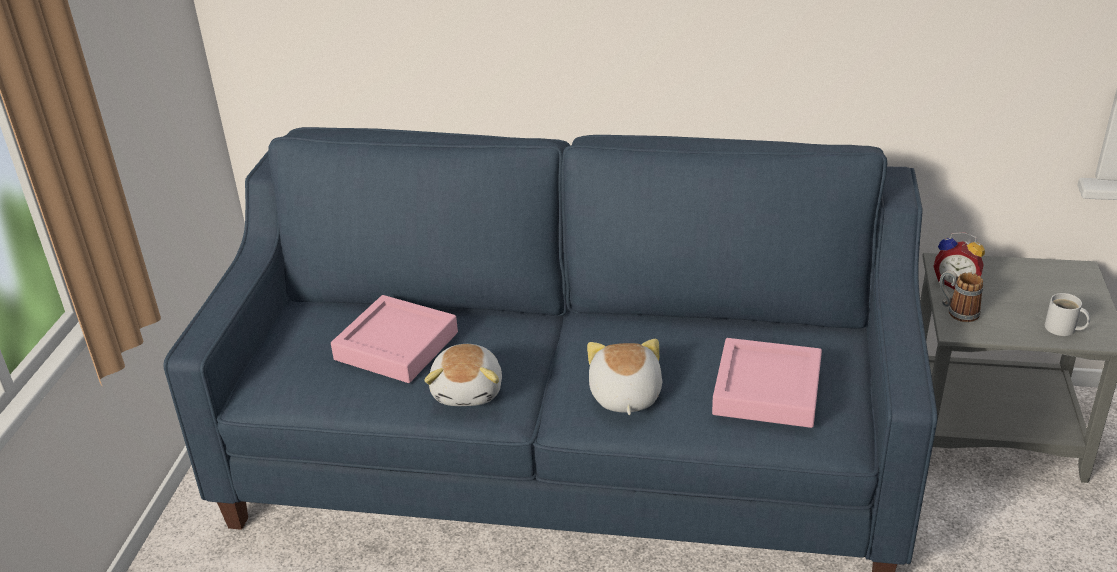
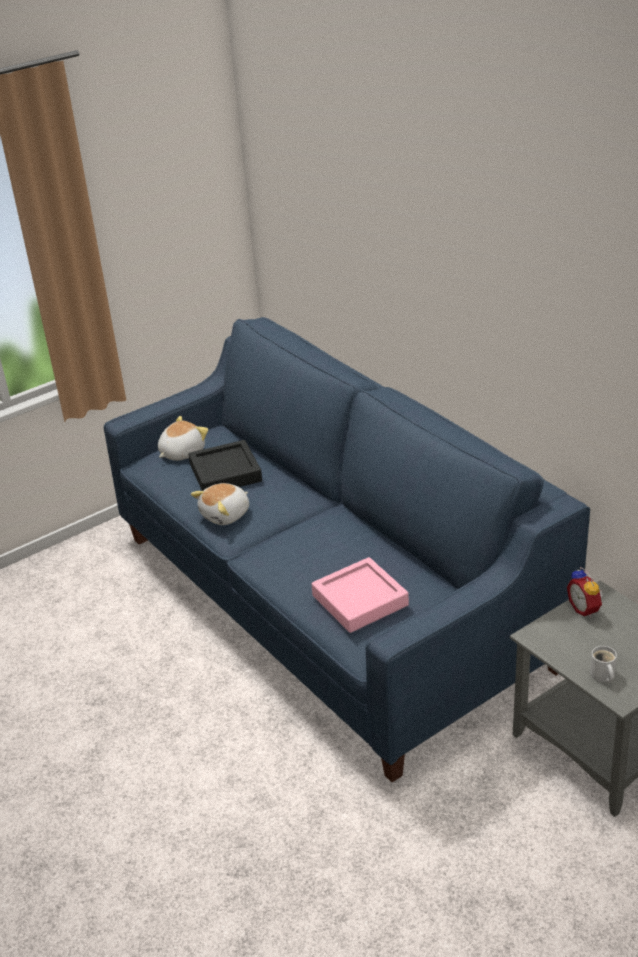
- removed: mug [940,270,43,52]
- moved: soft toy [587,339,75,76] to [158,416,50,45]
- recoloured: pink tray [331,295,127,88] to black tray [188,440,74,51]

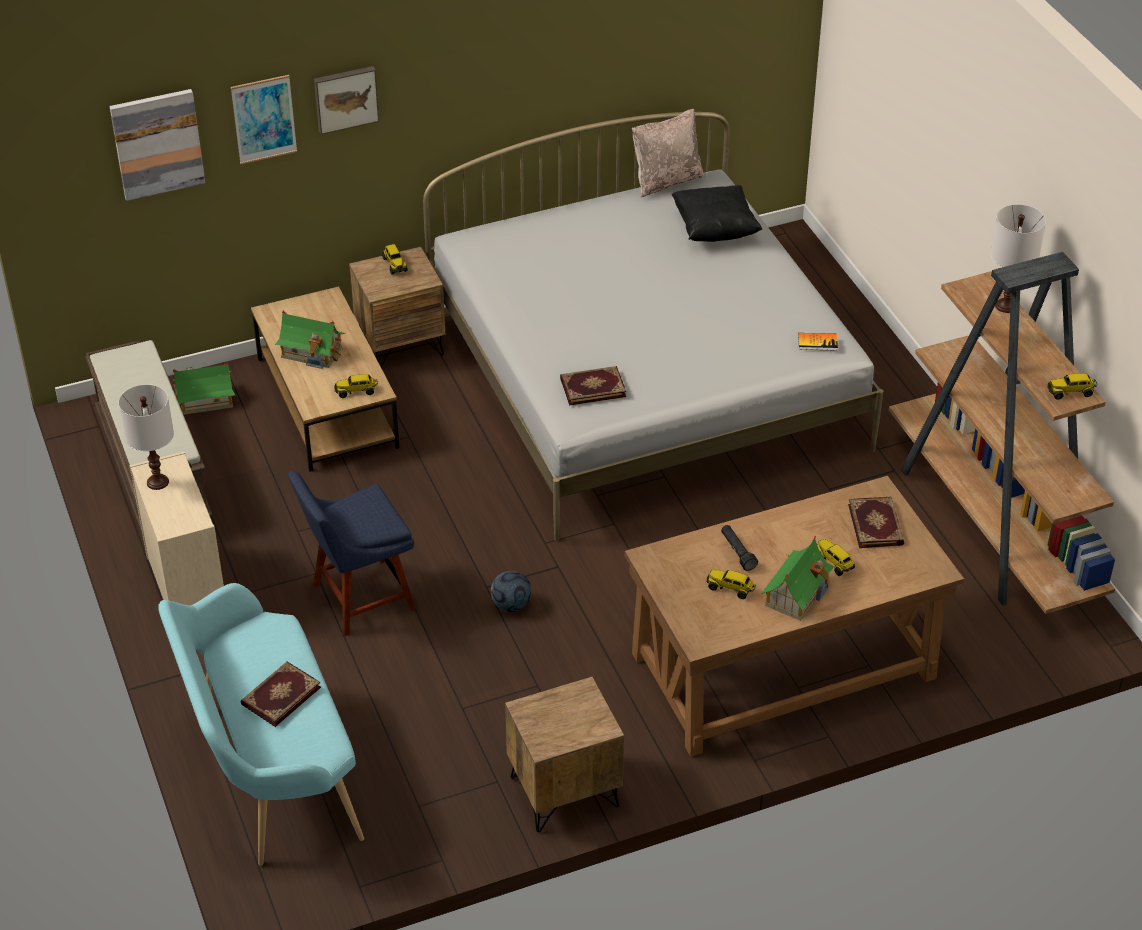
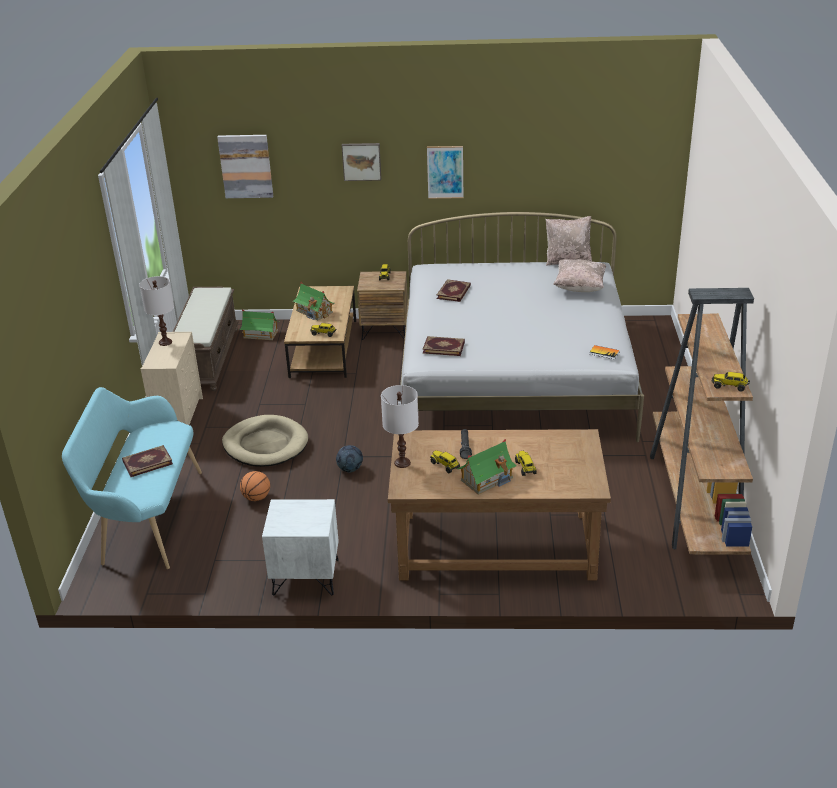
- added: basketball [240,471,30,30]
- moved: picture [231,75,66,89] to [427,146,36,53]
- moved: volume [848,497,56,51] to [437,279,34,23]
- moved: white tabletop lamp [991,204,55,109] to [381,385,38,83]
- replaced: bluish chair [288,471,128,165] to beige pet bed [222,415,86,52]
- recoloured: brown-coloured night table [505,677,119,155] to white night table [262,499,77,97]
- recoloured: black throw pillow [672,185,91,57] to beige throw pillow [553,259,53,33]

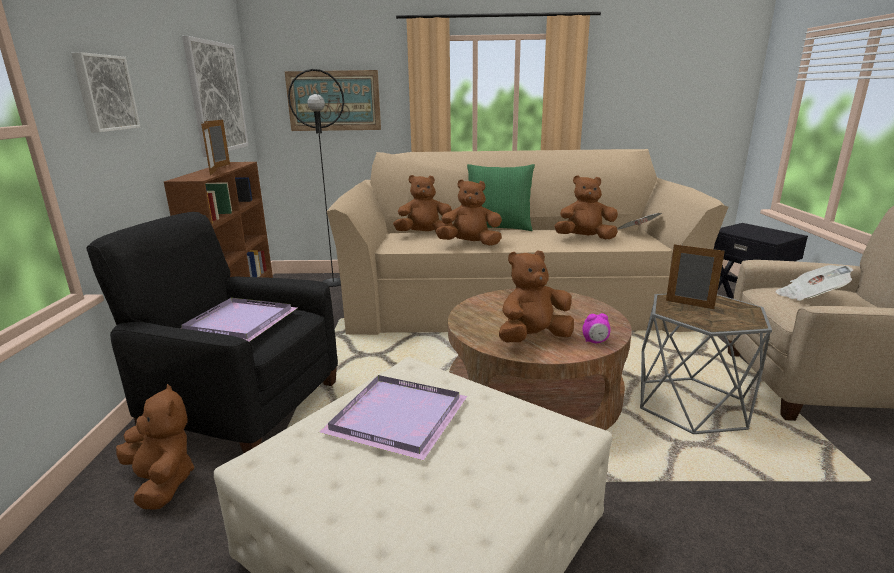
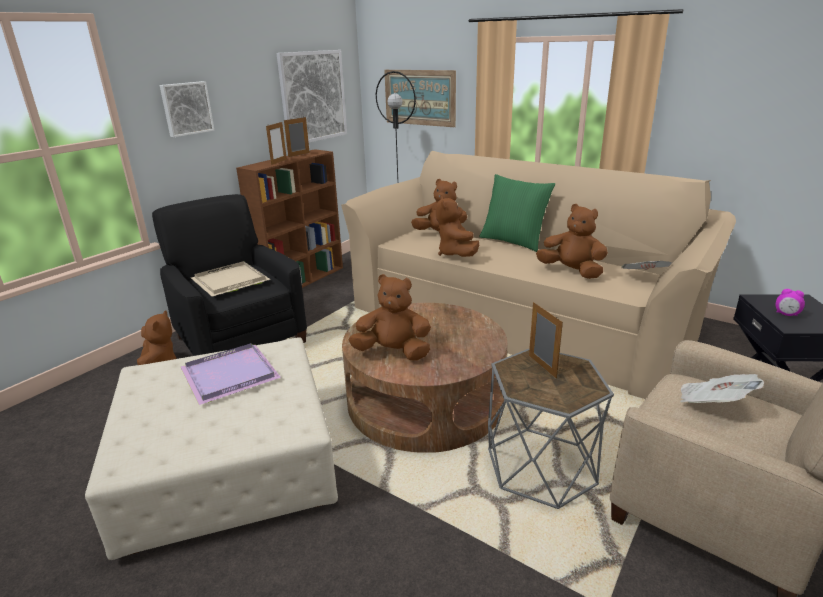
- moved: bedside clock [583,313,28,30] to [775,289,30,27]
- recoloured: purple tray [181,298,116,44] to beige tray [191,261,80,36]
- turned: brown-coloured soft toy [435,179,67,67] = [436,196,43,61] 135 degrees counterclockwise

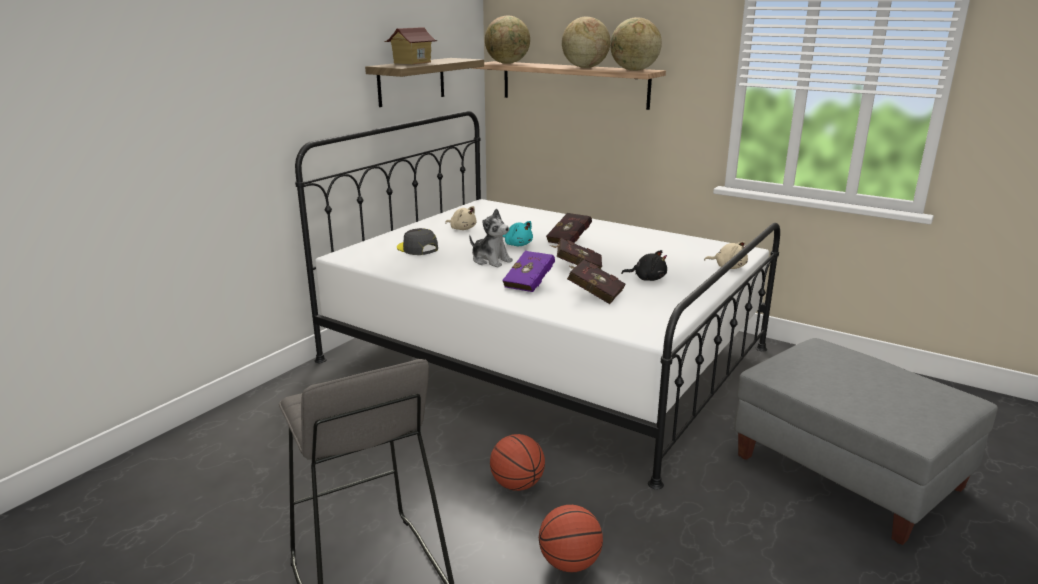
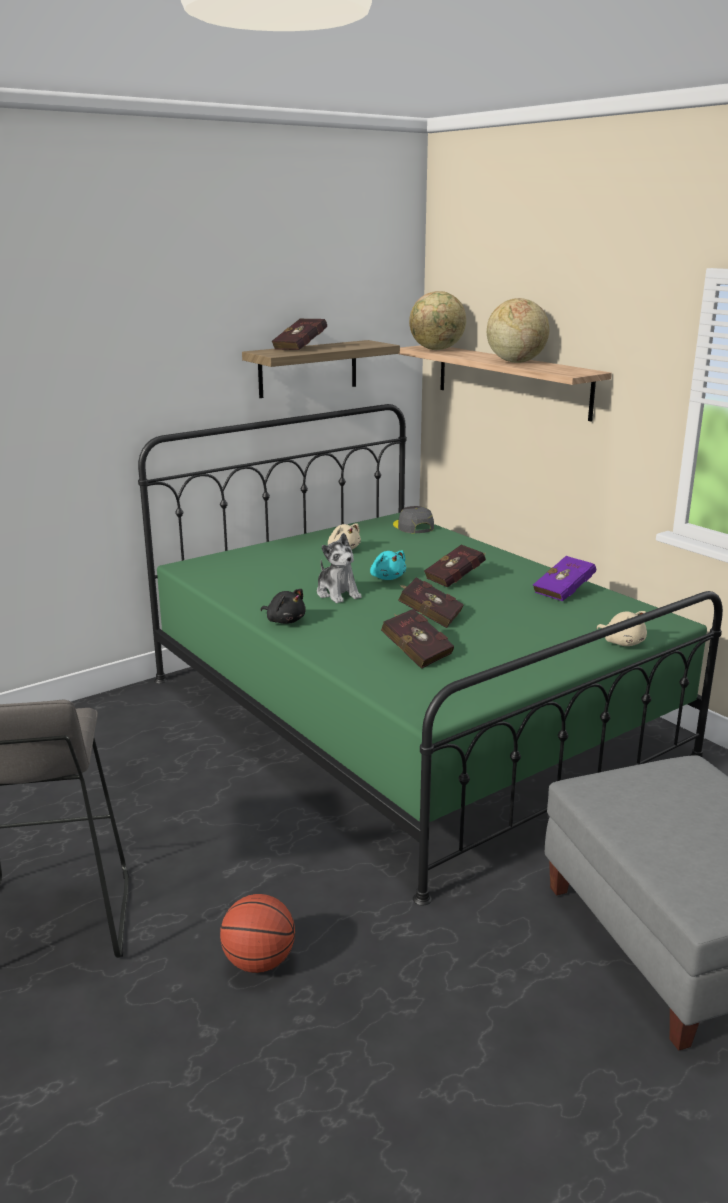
- removed: basketball [490,434,55,57]
- removed: desk globe [610,17,52,54]
- moved: gray cap [397,228,41,27] to [393,506,41,27]
- moved: purple volume [502,251,53,41] to [533,556,63,45]
- moved: black soft toy [621,250,46,31] to [261,589,45,35]
- replaced: toy house [385,27,53,37] to reddish volume [272,318,55,32]
- recoloured: white bed [295,111,485,378] to greenish bed [138,404,585,501]

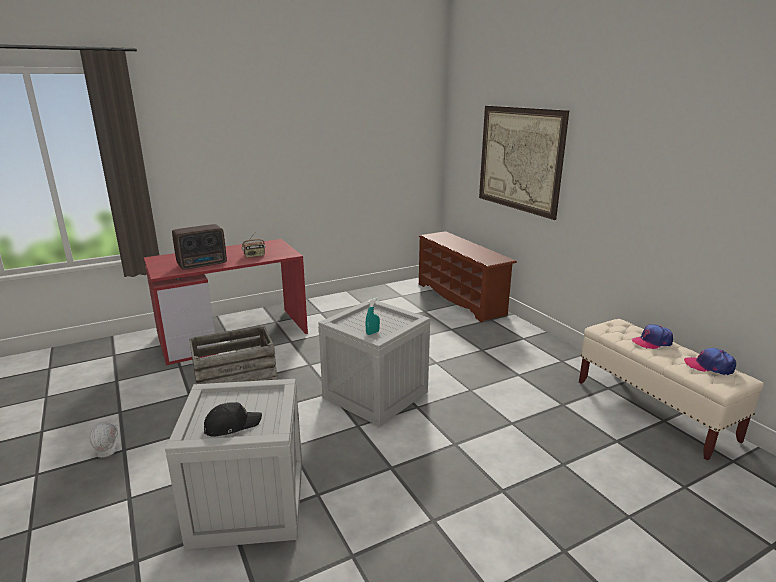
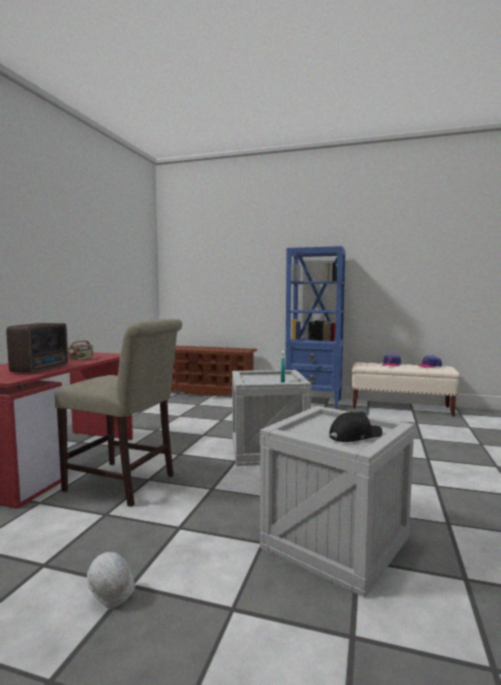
- removed: picture [479,106,90,114]
- added: bluish bookcase [285,246,61,163]
- replaced: packing crate [189,326,88,58] to beige chair [54,319,128,188]
- turned: black cap [204,402,58,35] = [330,412,52,30] 45 degrees clockwise

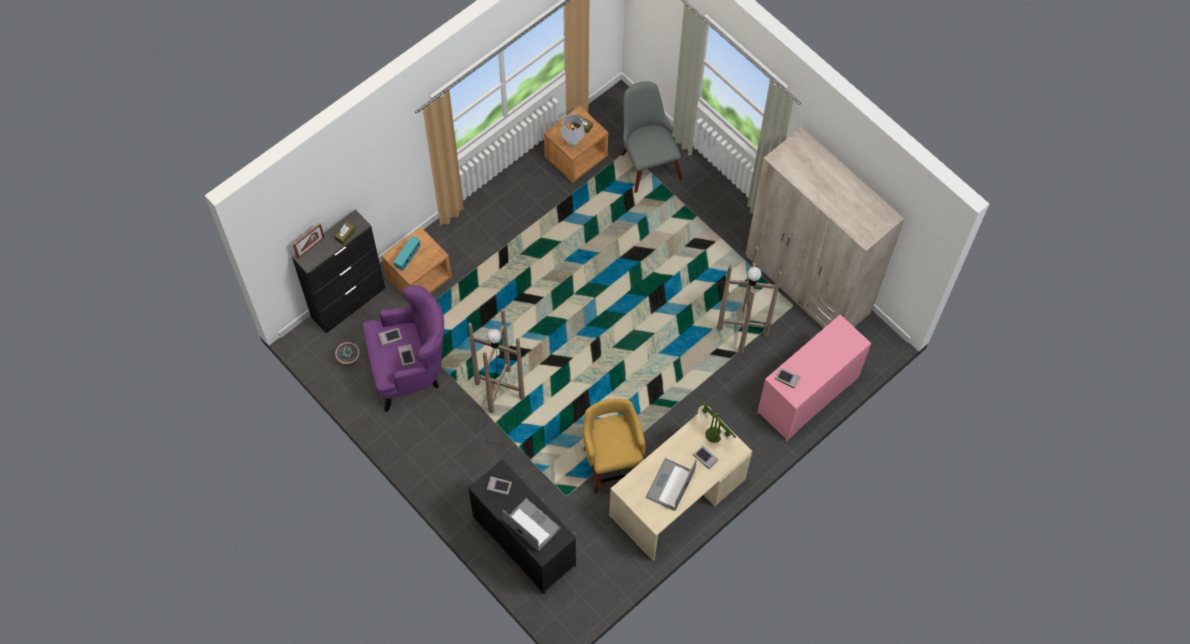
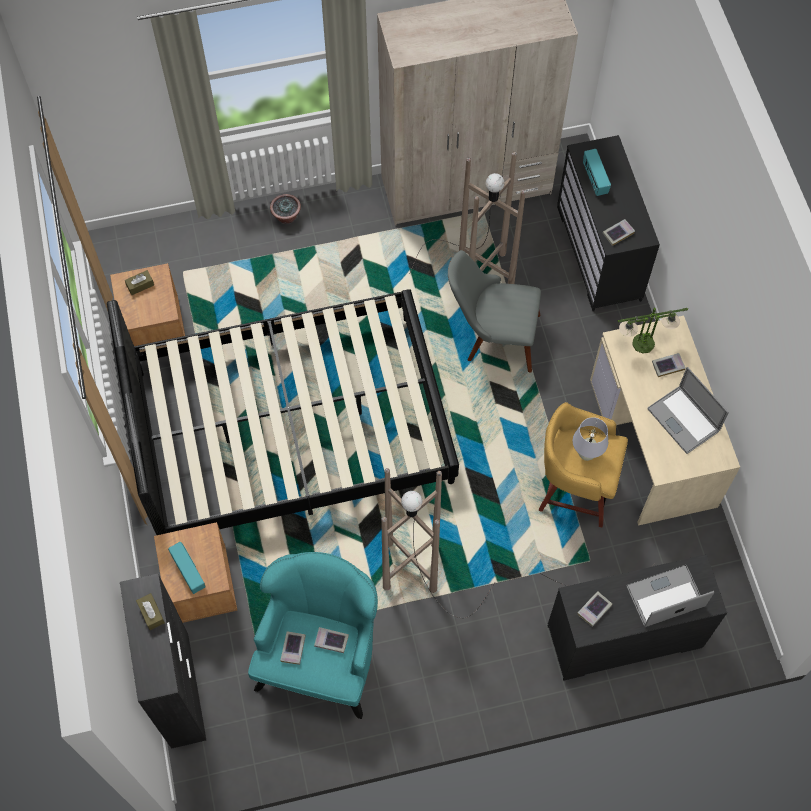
- removed: picture frame [293,223,32,36]
- added: black bed [107,289,352,246]
- added: radio [583,149,28,47]
- moved: potted plant [335,342,25,24] to [270,194,31,30]
- moved: white tabletop lamp [561,114,24,33] to [572,417,36,44]
- moved: gray chair [621,81,61,112] to [448,250,93,123]
- recoloured: purple lounge chair [363,285,81,127] to turquoise-coloured lounge chair [248,552,130,167]
- recoloured: pink dresser [757,314,114,127] to black dresser [557,135,103,176]

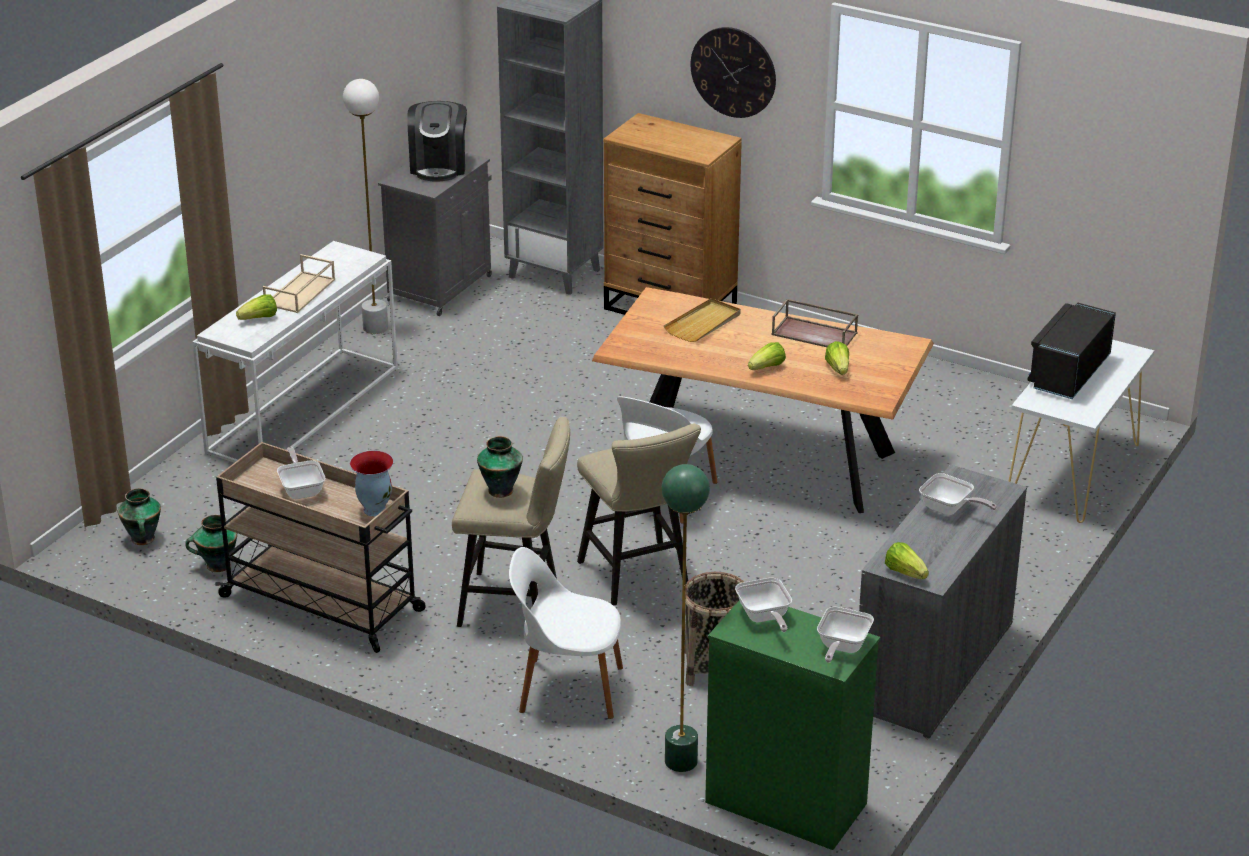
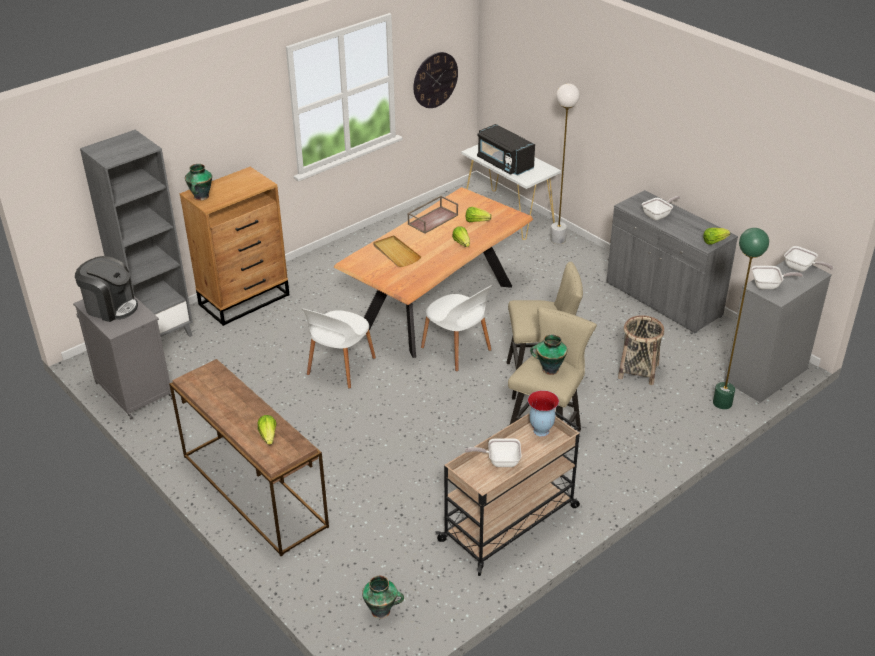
- removed: beige tray [263,254,72,59]
- moved: decorative vase [185,515,52,57] to [185,164,27,37]
- moved: white floor lamp [343,79,45,255] to [550,84,30,160]
- moved: white chair [509,547,114,172] to [302,309,74,80]
- moved: hanging clock [691,27,85,91] to [413,52,45,56]
- recoloured: white hall table [192,241,206,222] to brown-coloured hall table [169,359,160,197]
- recoloured: greenish dresser [705,600,175,250] to gray dresser [724,260,108,143]

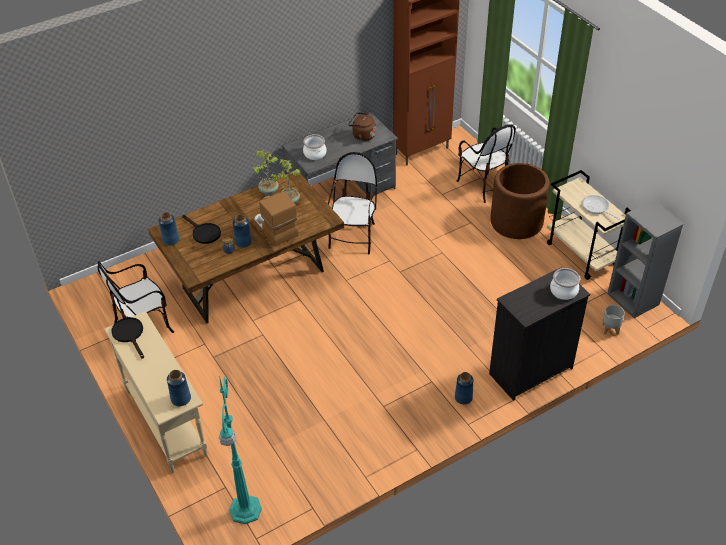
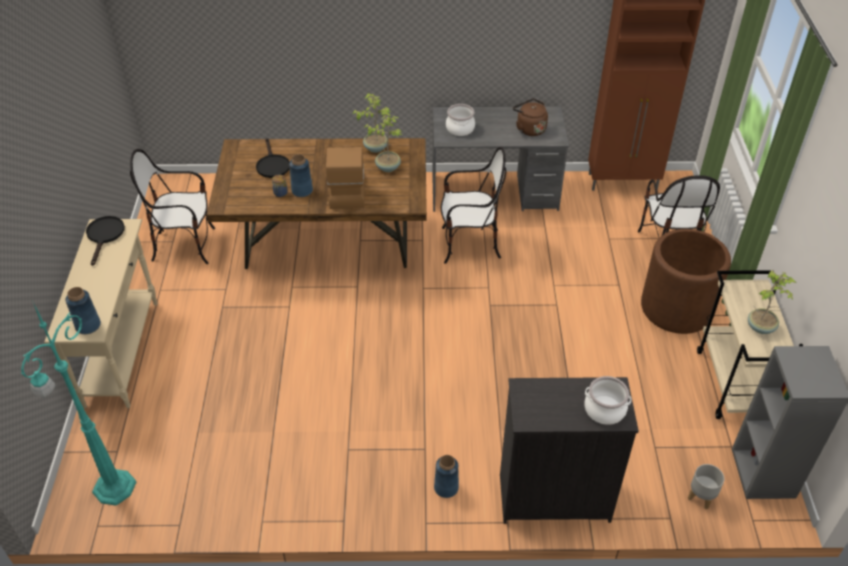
- removed: bluish decorative vase [159,212,20,34]
- replaced: frying pan [582,195,38,25] to potted plant [748,270,48,64]
- turned: chair [328,152,49,102] = [441,147,65,117] 45 degrees clockwise

